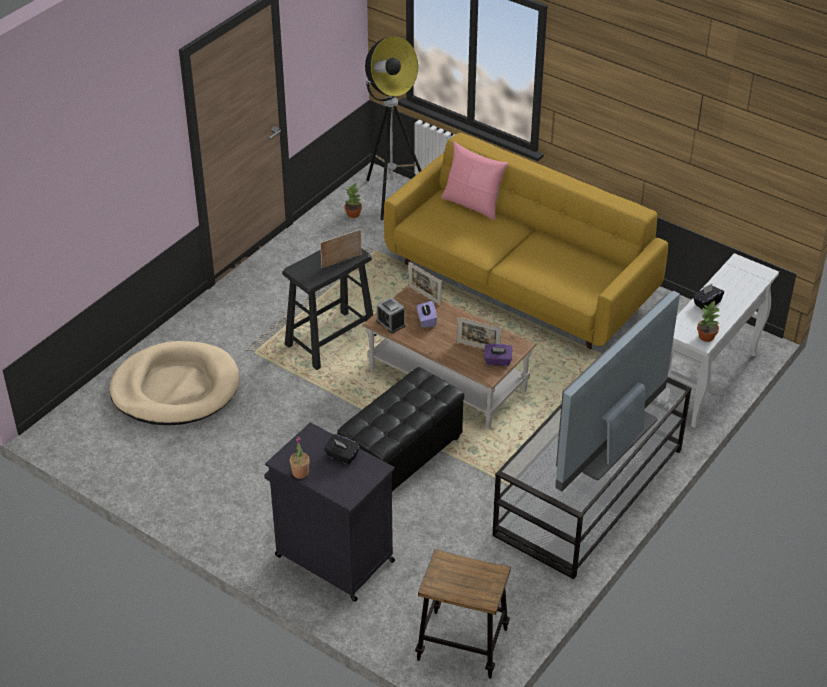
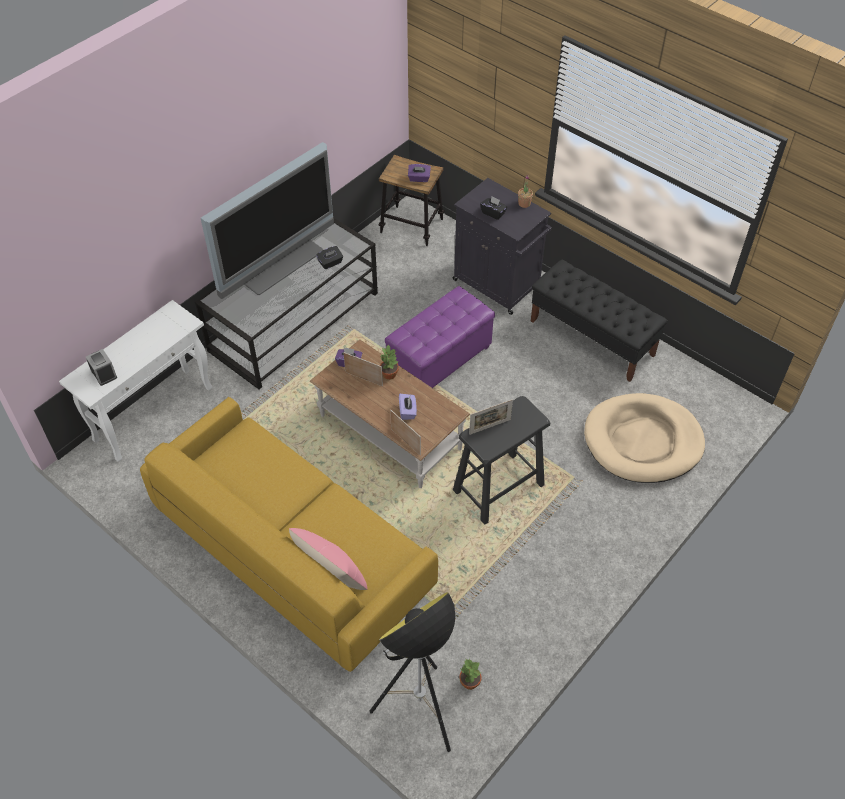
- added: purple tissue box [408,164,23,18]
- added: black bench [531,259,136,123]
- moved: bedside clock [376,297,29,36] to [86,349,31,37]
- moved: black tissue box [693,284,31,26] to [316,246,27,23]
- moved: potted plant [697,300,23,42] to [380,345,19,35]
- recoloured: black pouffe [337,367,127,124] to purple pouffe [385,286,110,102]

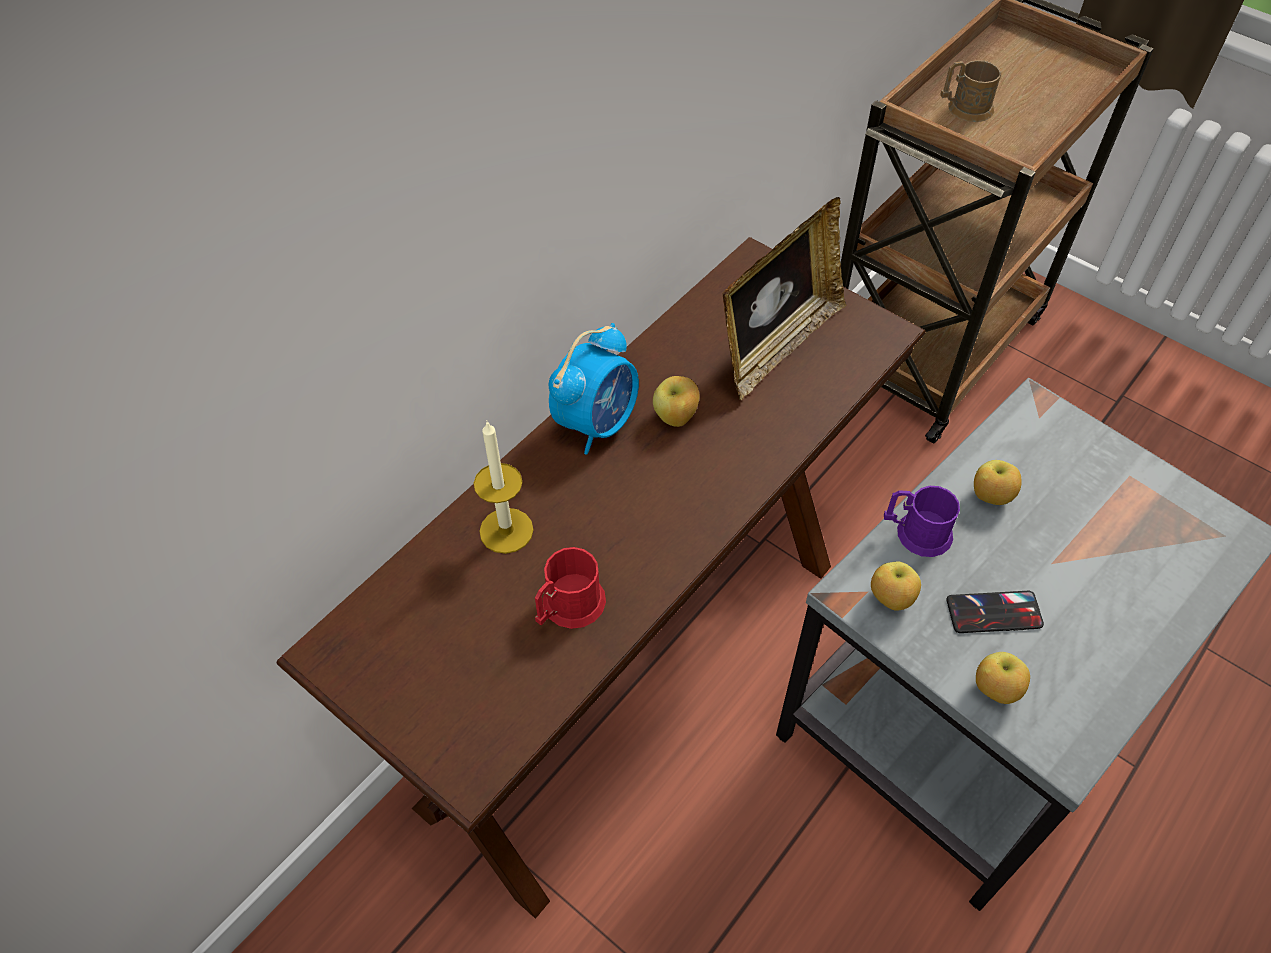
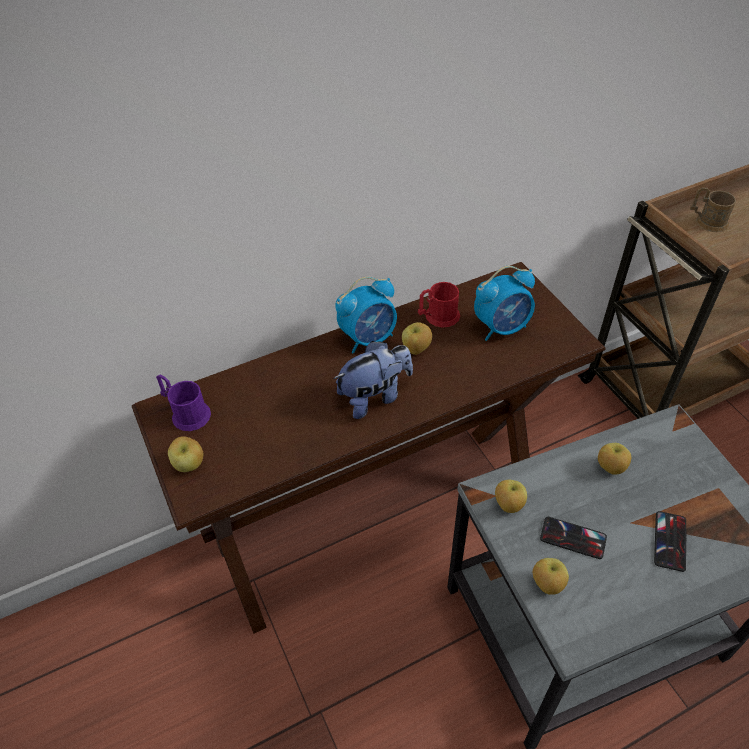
- removed: candle [474,421,59,133]
- added: apple fruit [168,436,35,36]
- added: soft toy [333,341,80,78]
- added: phone [654,511,33,61]
- moved: reddish mug [535,547,71,82] to [418,282,42,46]
- moved: purple mug [884,486,76,71] to [156,375,55,56]
- replaced: picture frame [722,197,124,203] to bedside clock [474,266,61,75]

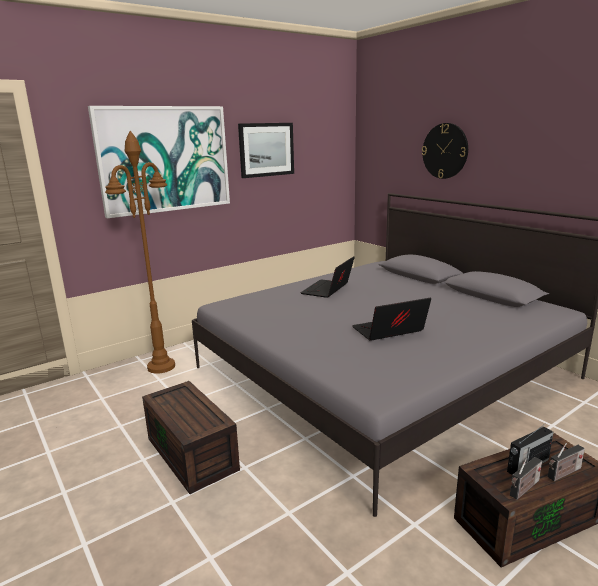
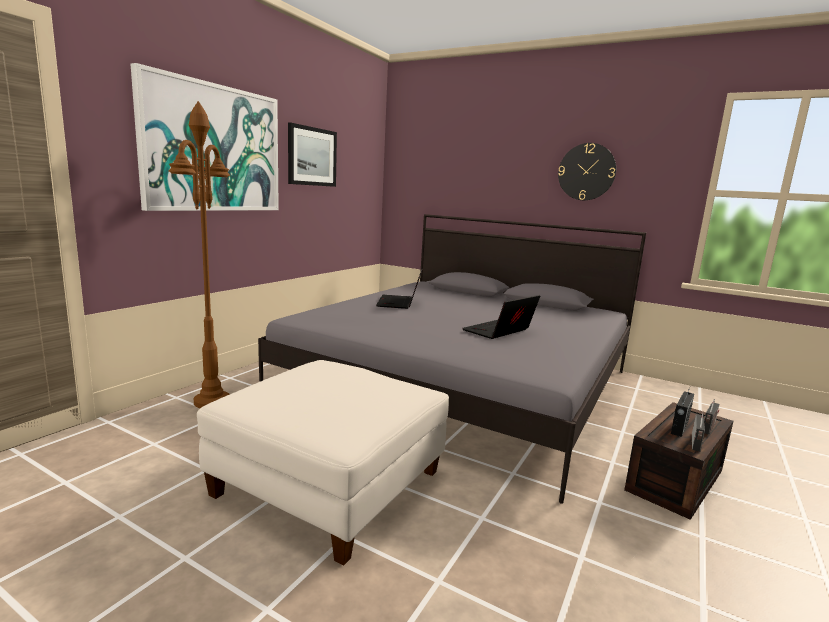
- moved: hanging clock [422,123,46,56] to [558,143,58,57]
- replaced: brown-coloured storage box [142,381,98,113] to white pouffe [197,360,252,206]

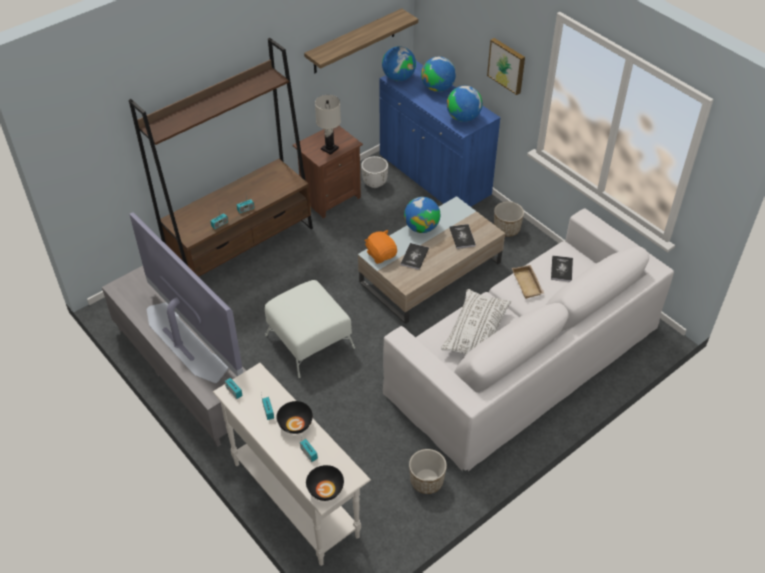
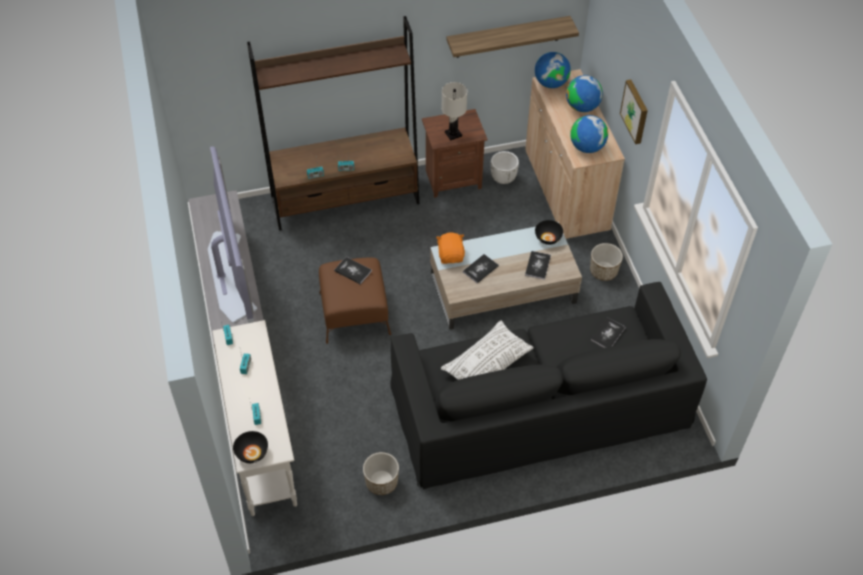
- removed: desk globe [404,197,36,36]
- removed: beige tray [512,265,32,34]
- added: volume [334,257,38,28]
- moved: black deep dish [276,401,37,33] to [535,220,28,25]
- recoloured: white pouffe [265,280,90,98] to brown-coloured pouffe [319,258,72,86]
- recoloured: bluish cabinet [379,61,122,146] to beige cabinet [525,69,100,171]
- recoloured: white sofa [383,208,291,263] to black sofa [390,282,317,207]

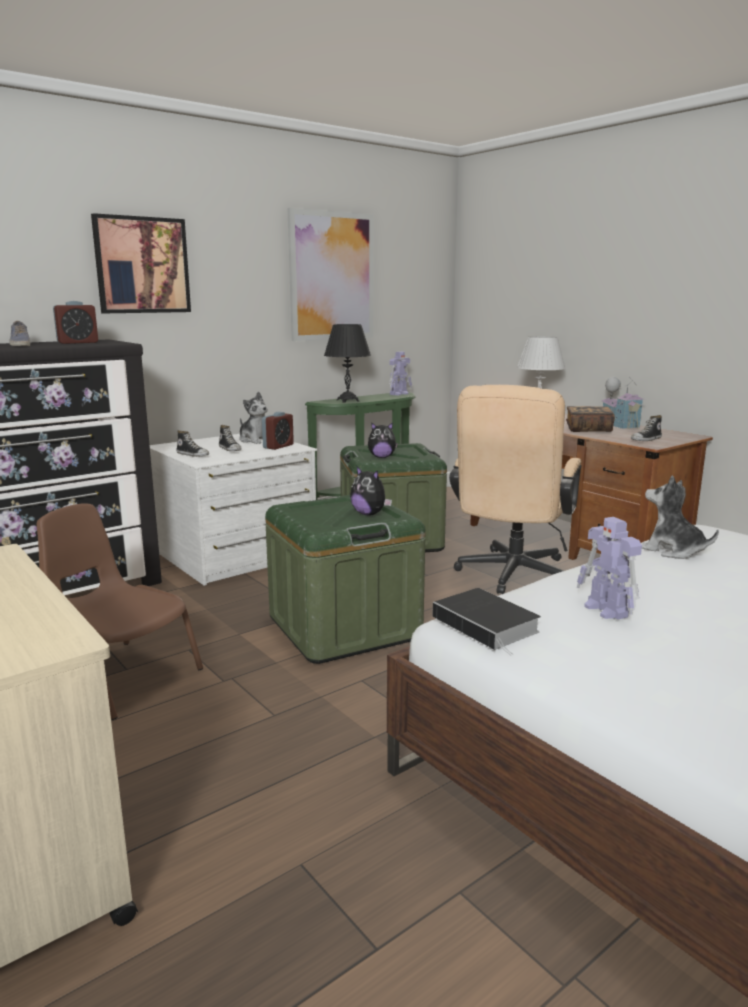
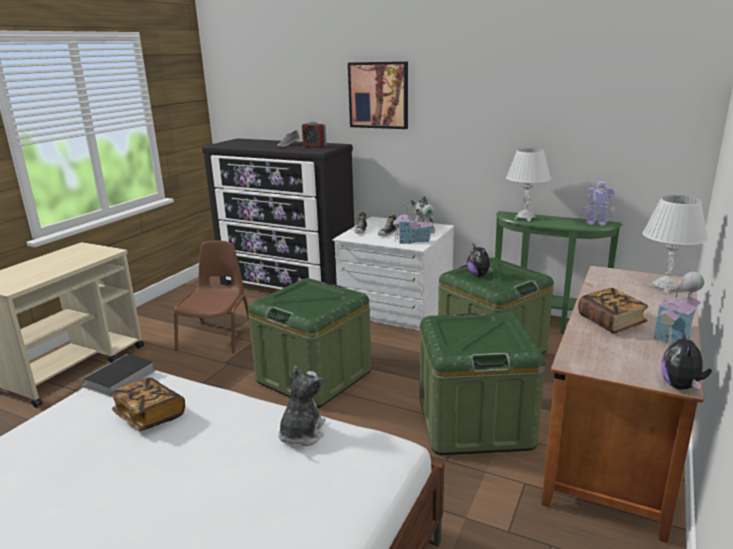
- removed: picture [287,208,87,133]
- removed: low shoe [631,415,31,26]
- moved: soft toy [350,466,42,49] to [661,331,51,59]
- replaced: bedside clock [262,412,32,38] to toy house [393,203,41,41]
- replaced: beige office chair [449,385,132,209] to greenish storage box [420,312,125,143]
- replaced: toy robot [577,517,65,103] to volume [111,378,74,53]
- recoloured: black tabletop lamp [324,324,47,78] to white tabletop lamp [506,148,45,74]

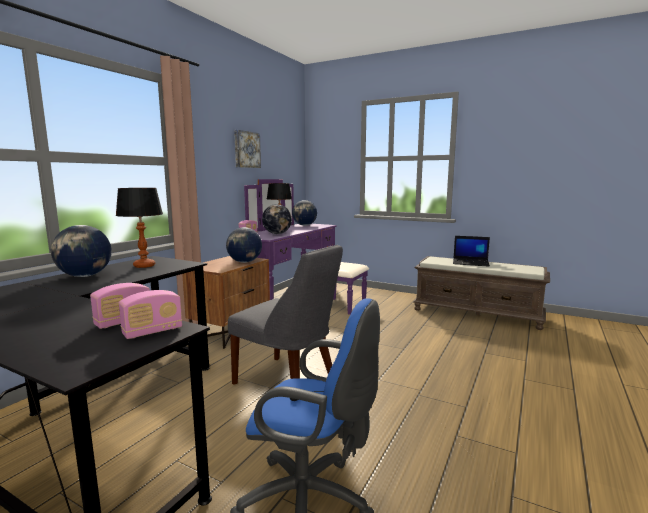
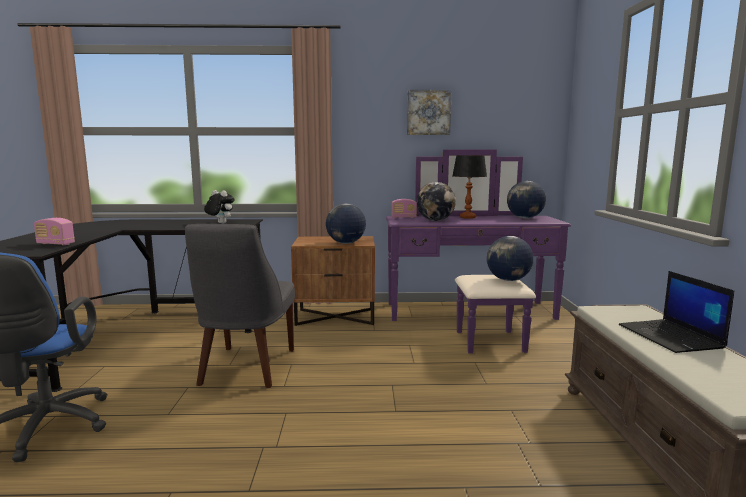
- removed: radio [119,290,63,49]
- moved: desk globe [51,225,61,52] to [487,236,46,45]
- replaced: tabletop lamp [116,188,47,80] to soft toy [204,190,31,34]

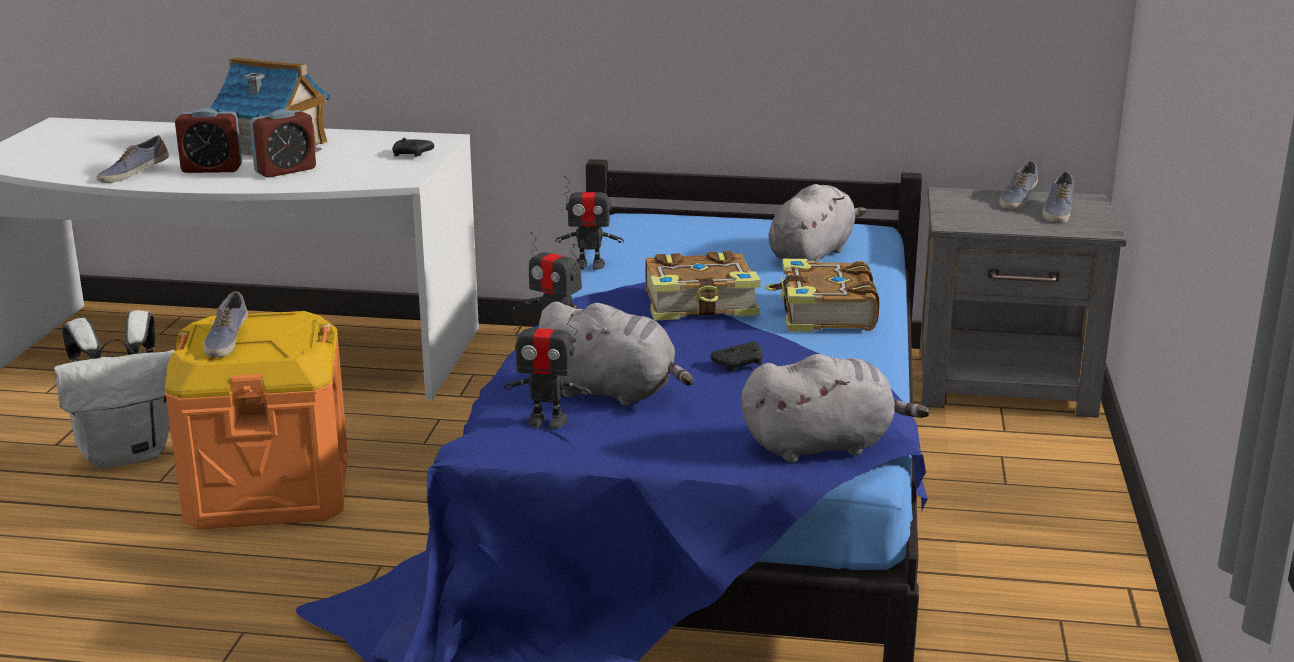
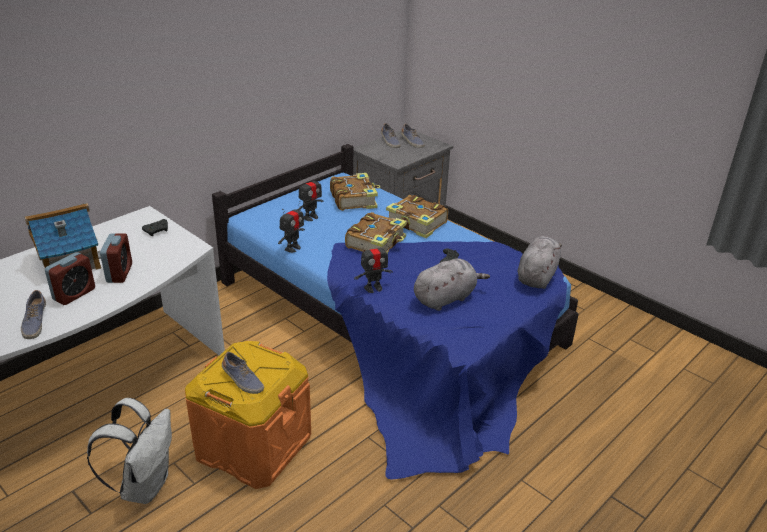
- moved: toy robot [503,307,88,122] to [297,173,26,48]
- replaced: gray soft toy [769,184,98,79] to volume [330,173,50,38]

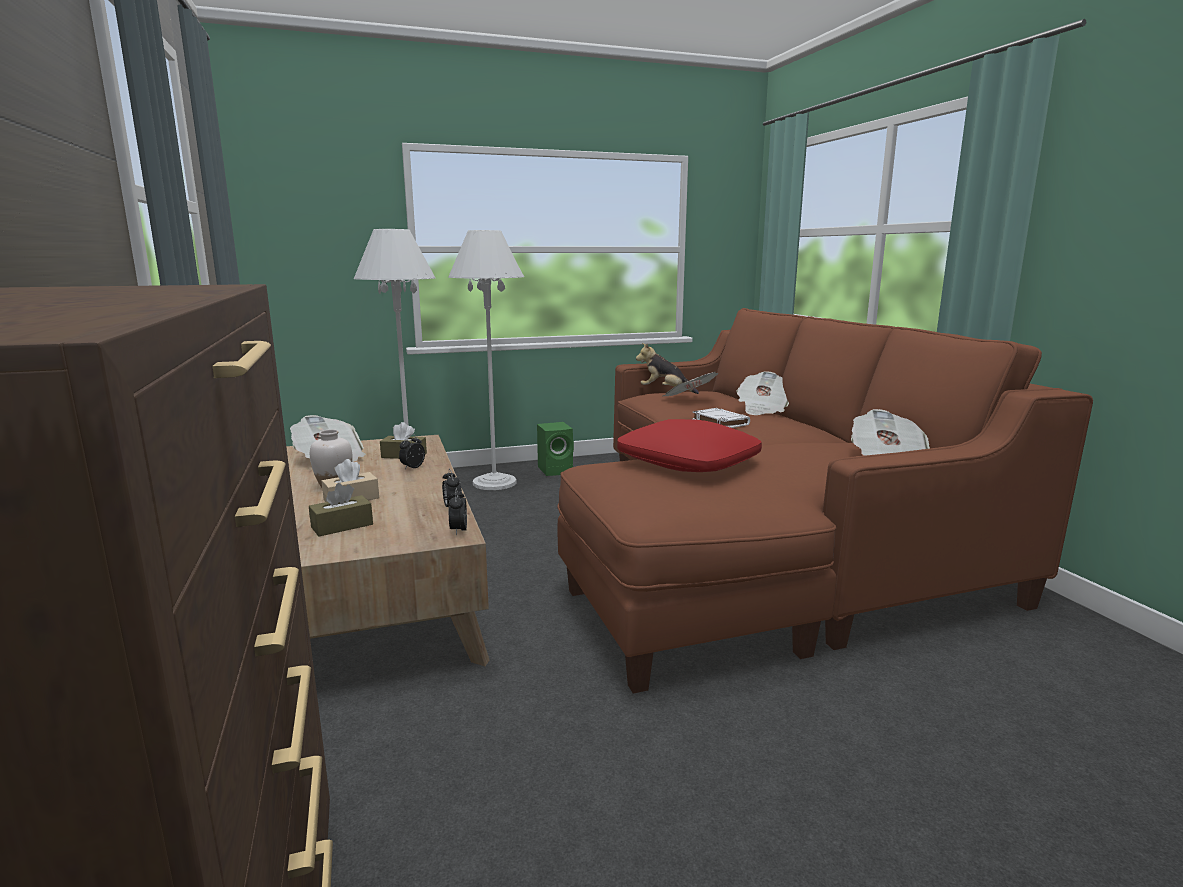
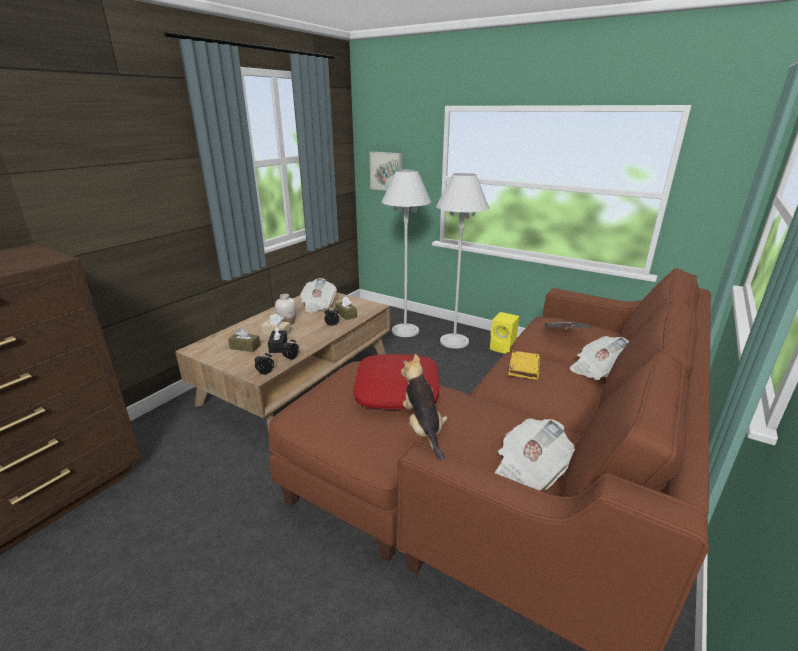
- added: black tissue box [268,326,19,27]
- added: picture [369,152,34,39]
- moved: soft toy [636,343,63,51] to [401,354,46,106]
- recoloured: greenish audio speaker [537,422,37,54] to yellow-coloured audio speaker [490,312,29,42]
- recoloured: white volume [692,408,58,20] to yellow-coloured volume [508,351,33,29]

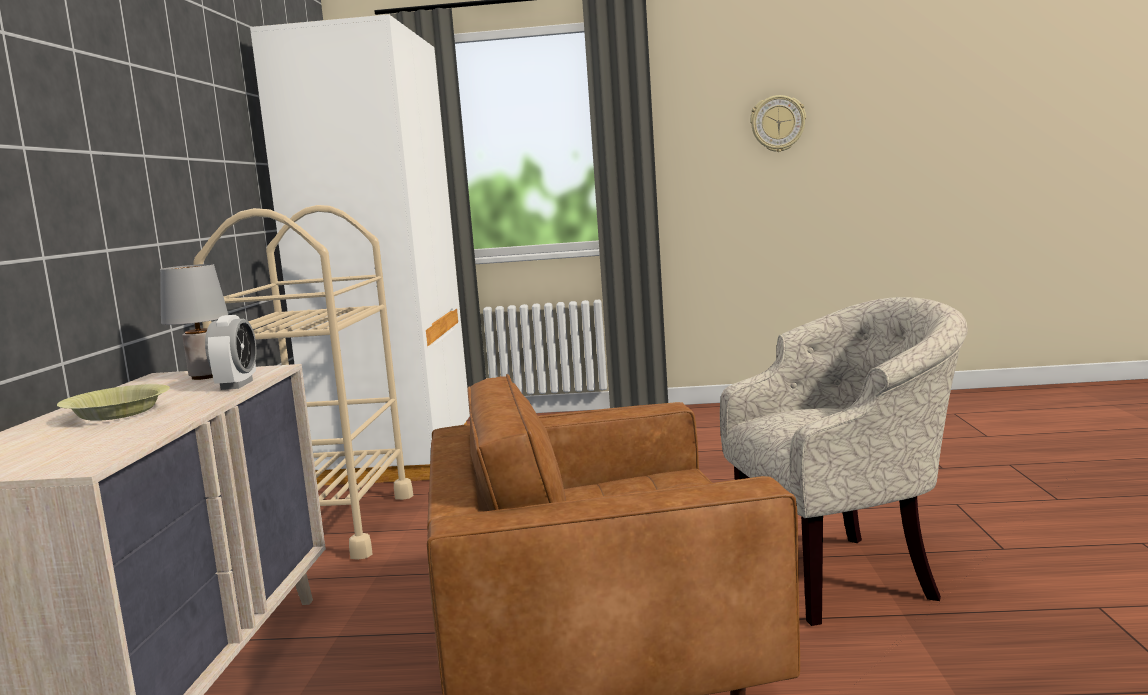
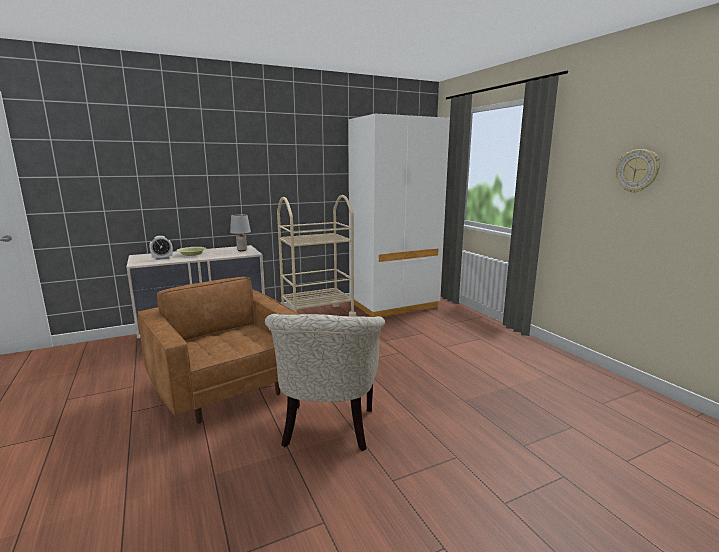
- moved: bedside clock [205,315,51,75] to [149,236,24,24]
- turned: beige lounge chair [720,297,248,329] = [265,314,120,137] 45 degrees clockwise

